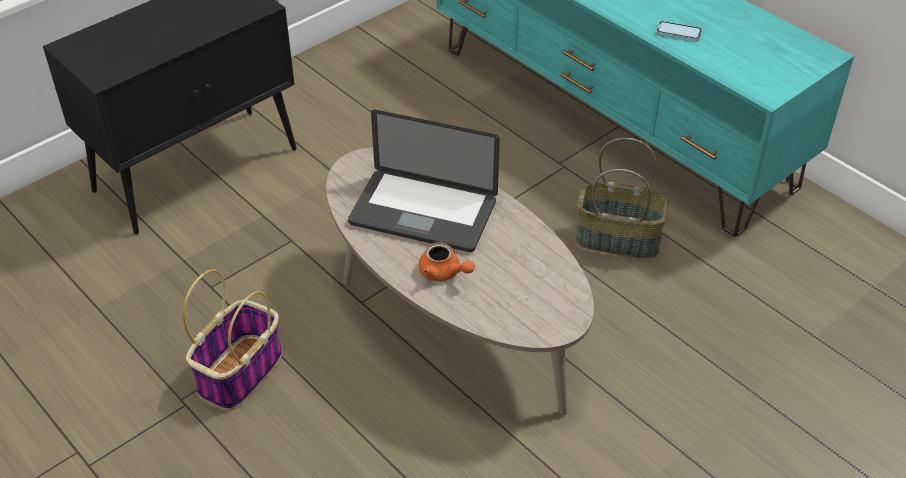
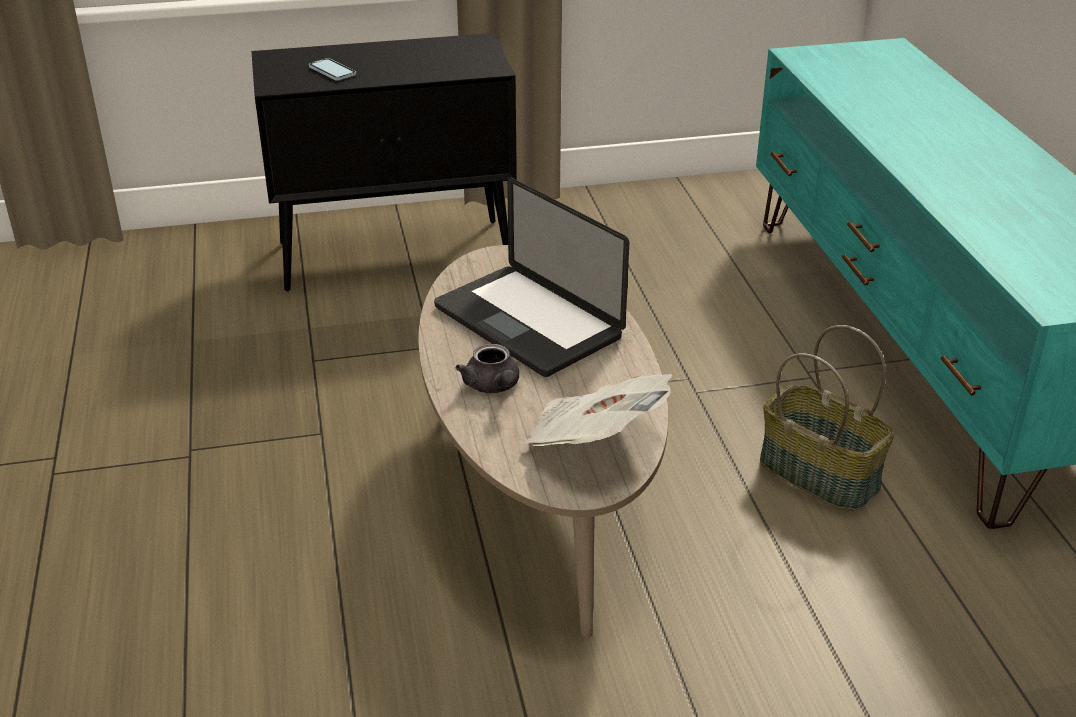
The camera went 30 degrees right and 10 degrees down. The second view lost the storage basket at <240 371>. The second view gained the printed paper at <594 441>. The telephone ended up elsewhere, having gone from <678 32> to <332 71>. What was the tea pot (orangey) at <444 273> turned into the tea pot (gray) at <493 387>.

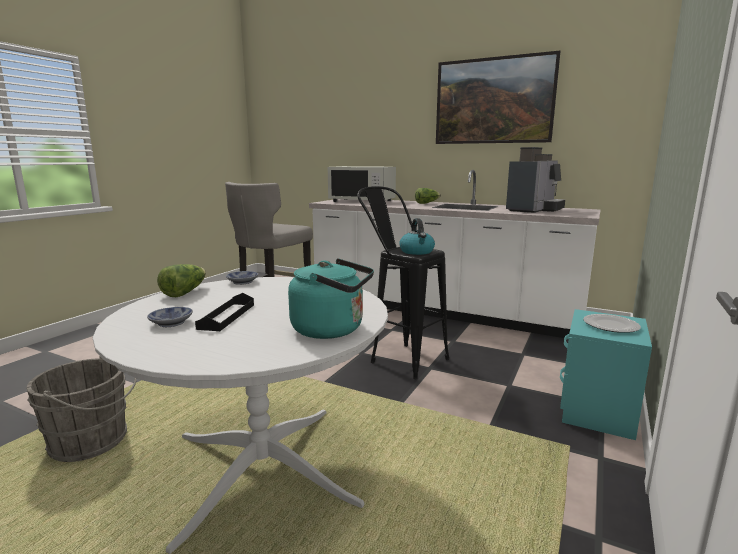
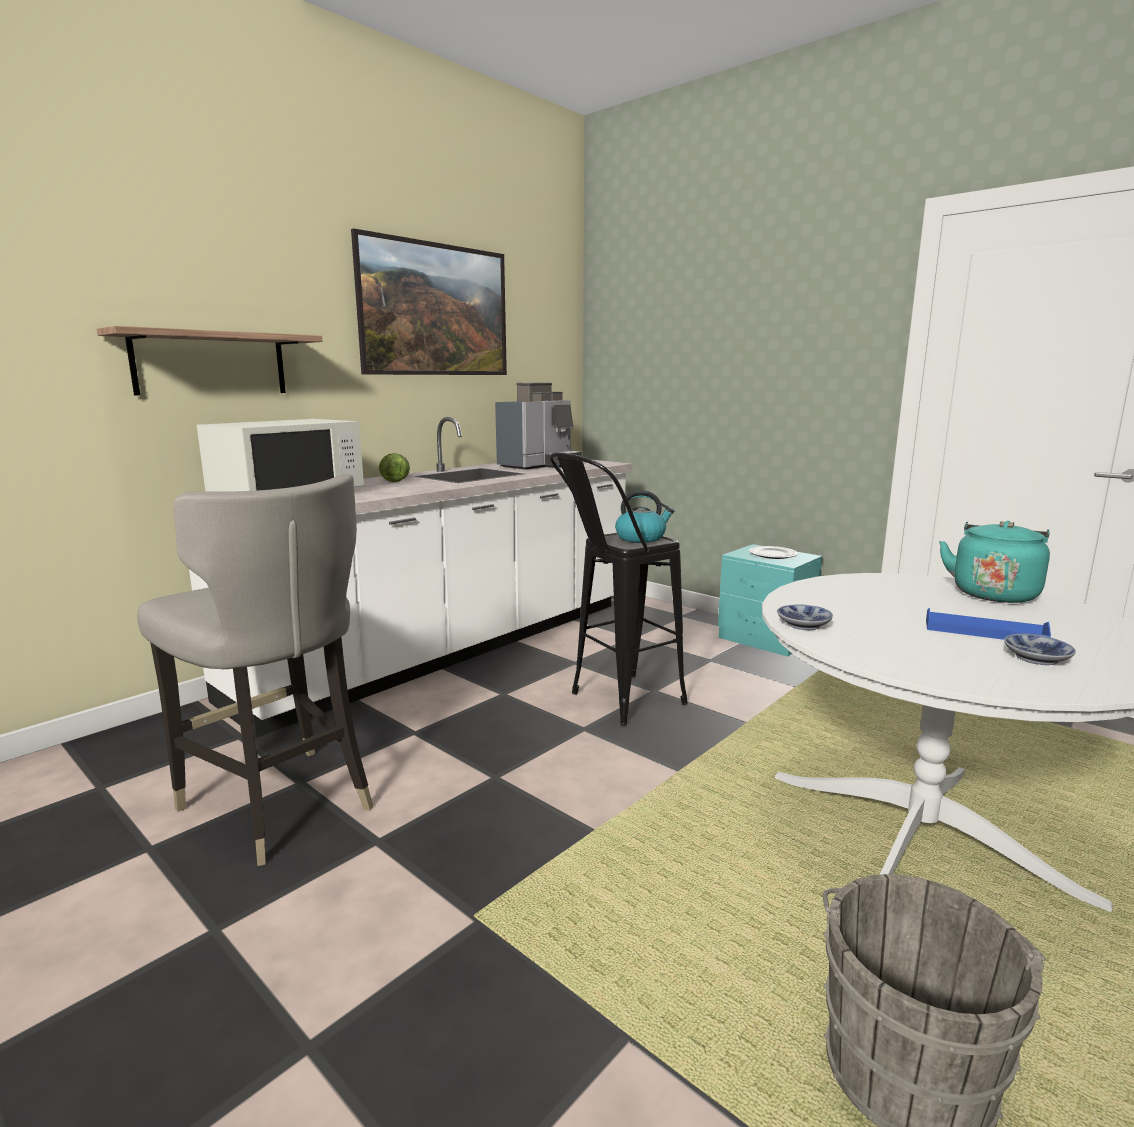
The camera went 75 degrees left and 0 degrees up. The second view lost the lettuce head at <184 292>. The second view gained the shelf at <211 364>. What was the carrying tray (blackish) at <227 316> turned into the carrying tray (blue-coloured) at <984 632>. The coffee brewer at <534 210> ended up facing another way, 75 degrees clockwise from before.

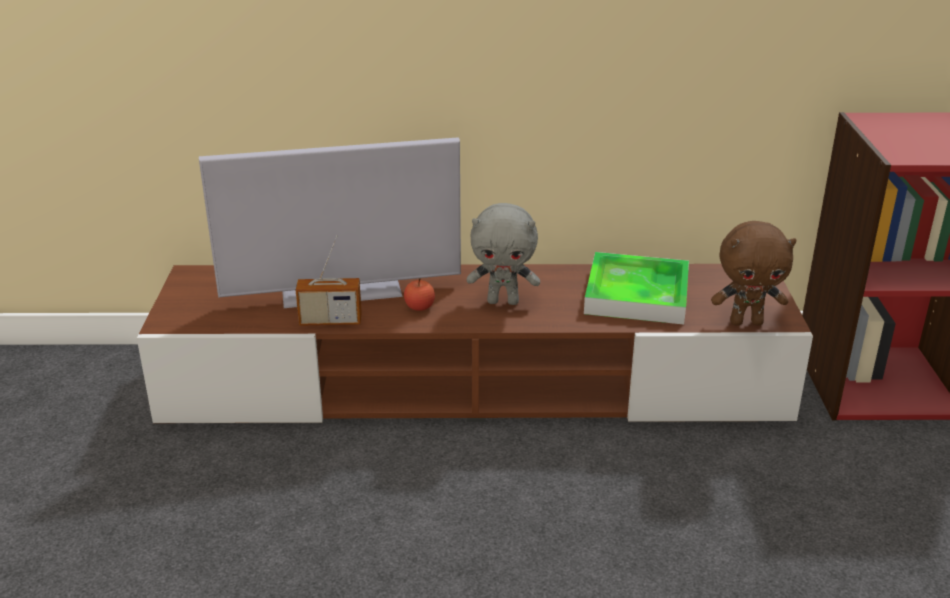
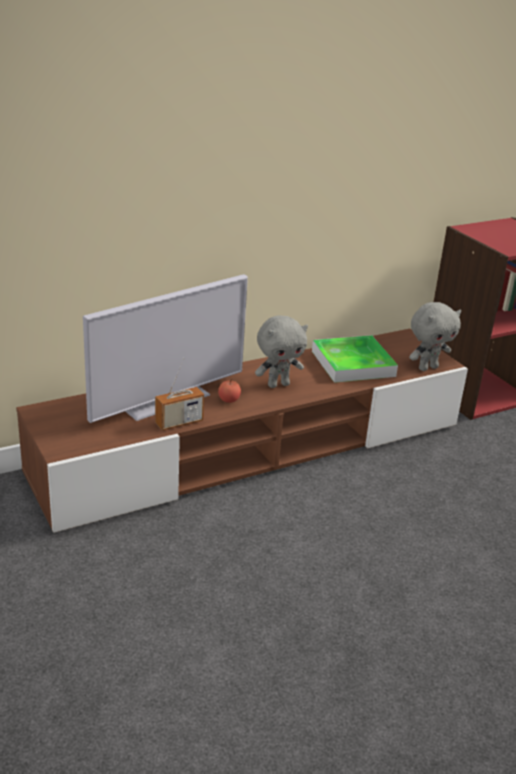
The camera went 30 degrees left and 0 degrees up. What was the soft toy (brown-coloured) at <746 322> turned into the soft toy (gray) at <427 367>.

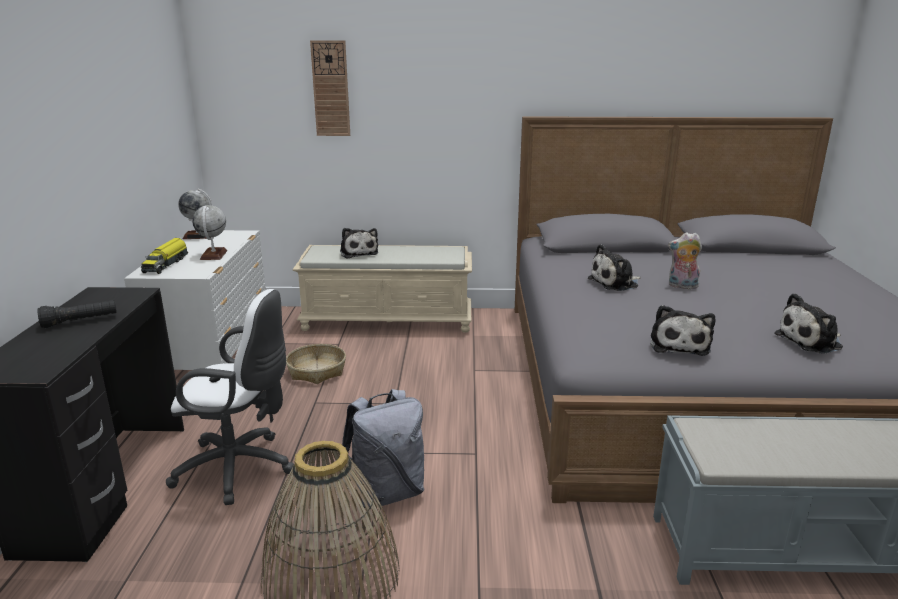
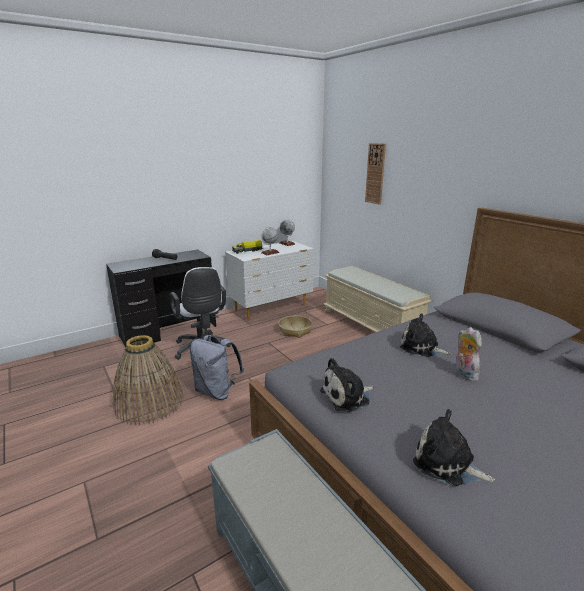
The camera went 55 degrees right and 0 degrees up. The second view lost the soft toy at <358 253>.

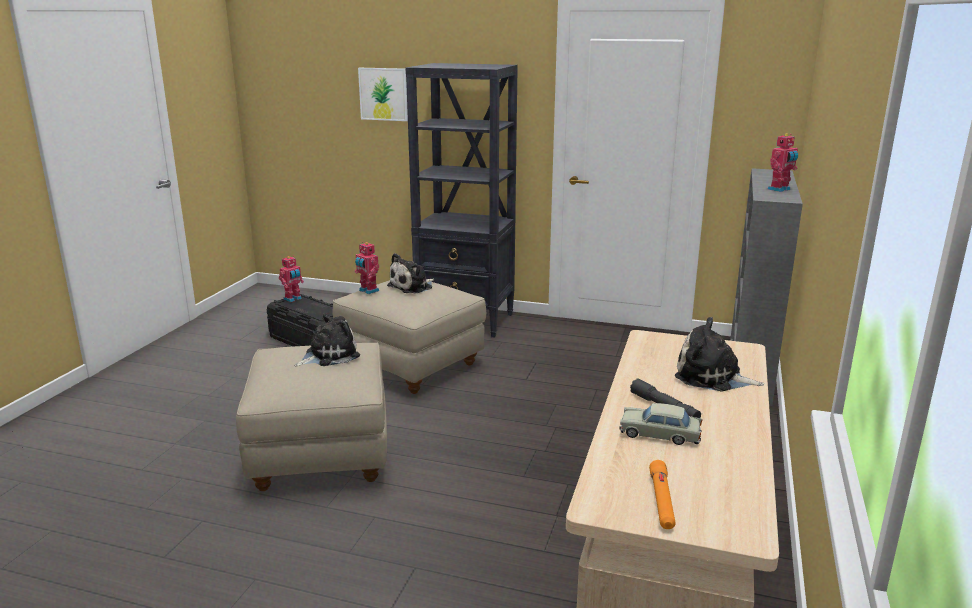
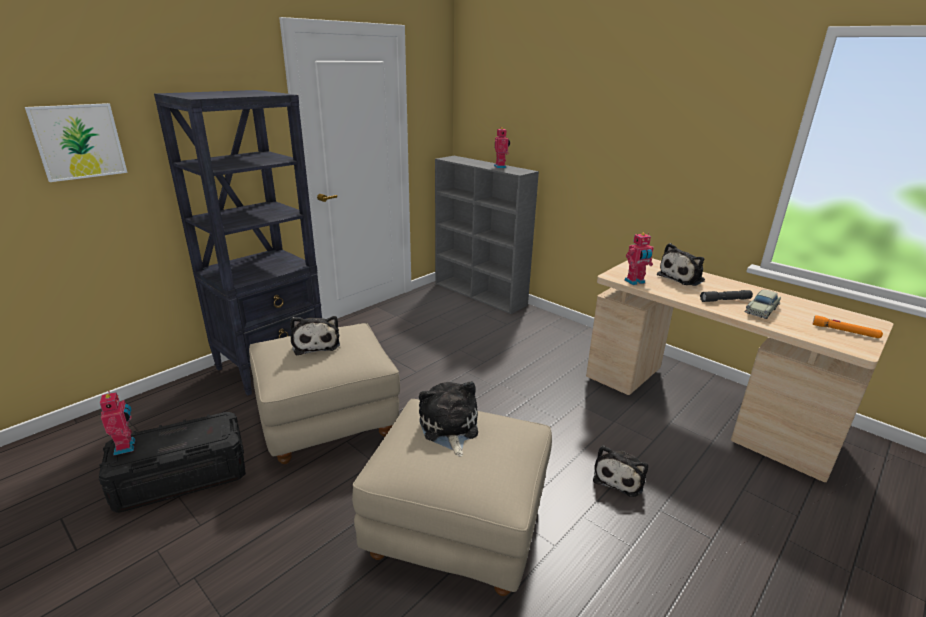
The camera went 65 degrees left and 5 degrees up. The second view gained the soft toy at <619 477>. The toy robot ended up elsewhere, having gone from <368 291> to <635 282>.

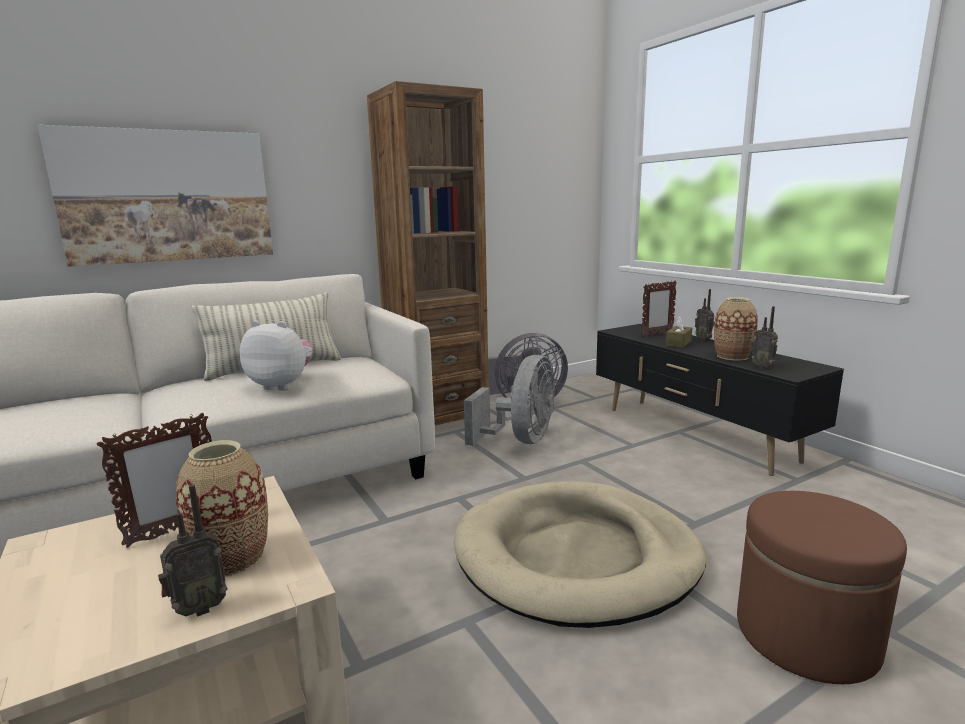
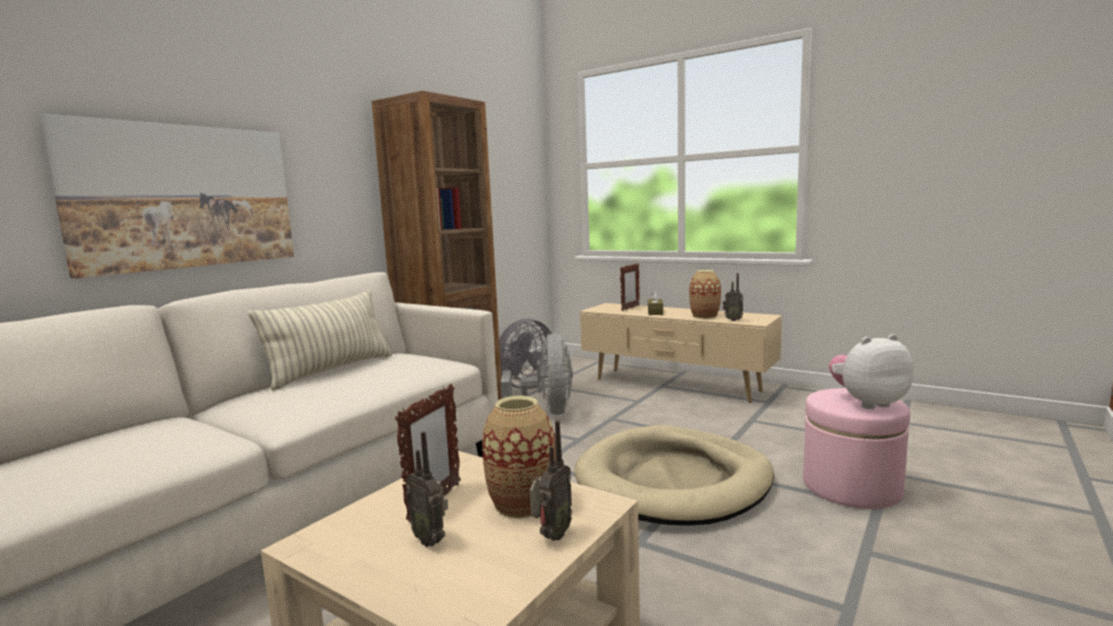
The camera went 25 degrees left and 5 degrees down. The soft toy ended up elsewhere, having gone from <282 385> to <868 403>. The radio ended up elsewhere, having gone from <704 340> to <431 540>. What was the tv unit (blackish) at <695 434> turned into the tv unit (beige) at <676 385>. What was the footrest (brown-coloured) at <806 635> turned into the footrest (pinkish) at <851 487>.

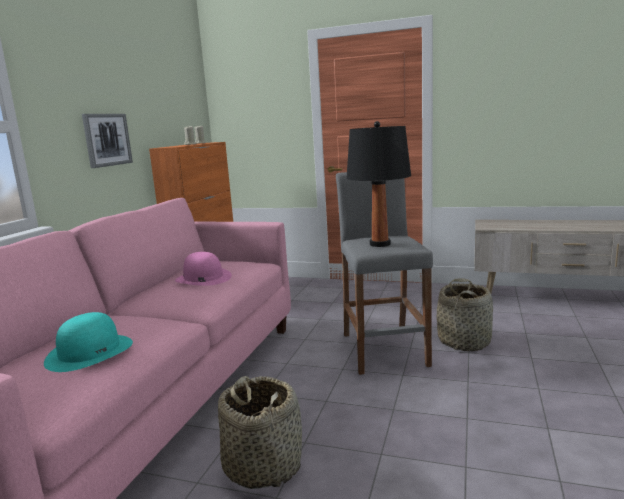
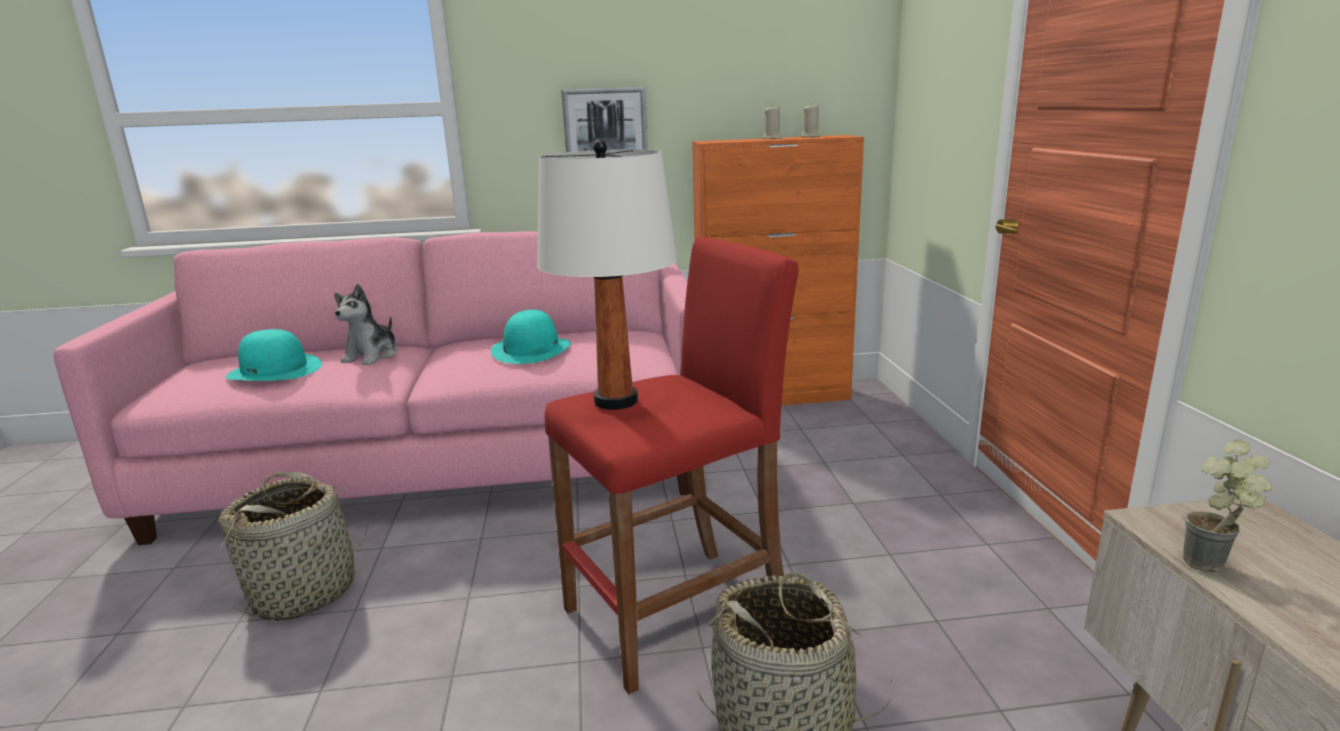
The camera went 65 degrees right and 5 degrees up. The second view gained the soft toy at <372 356>. The second view gained the potted plant at <1215 569>. What was the clothing hat (pinkish) at <203 278> turned into the clothing hat (blue-green) at <531 349>. What was the stool seat (gray) at <384 349> turned into the stool seat (red-coloured) at <677 614>. What was the table lamp (blackish) at <380 244> turned into the table lamp (whitish) at <616 401>.

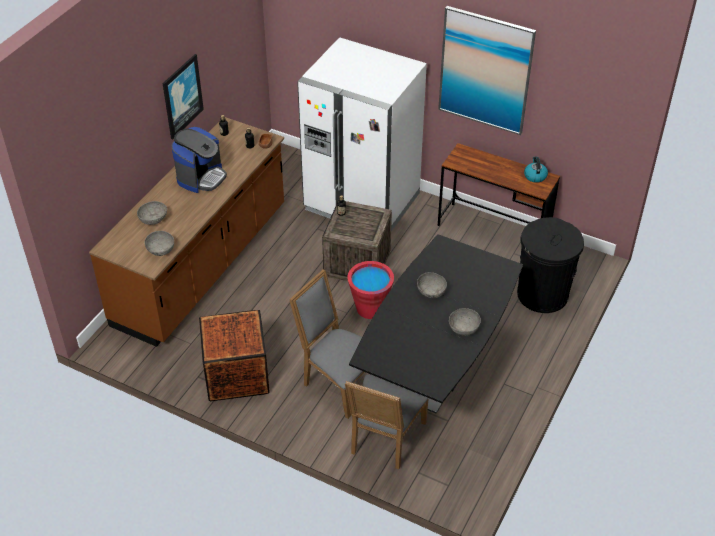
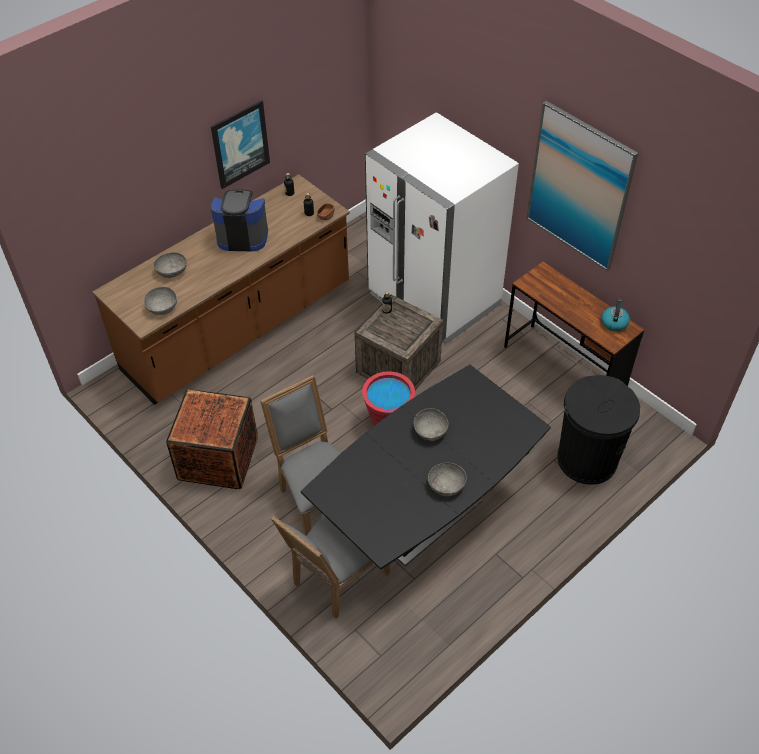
The camera went 20 degrees right and 5 degrees up. The coffee brewer at <201 177> ended up facing another way, 135 degrees counterclockwise from before.

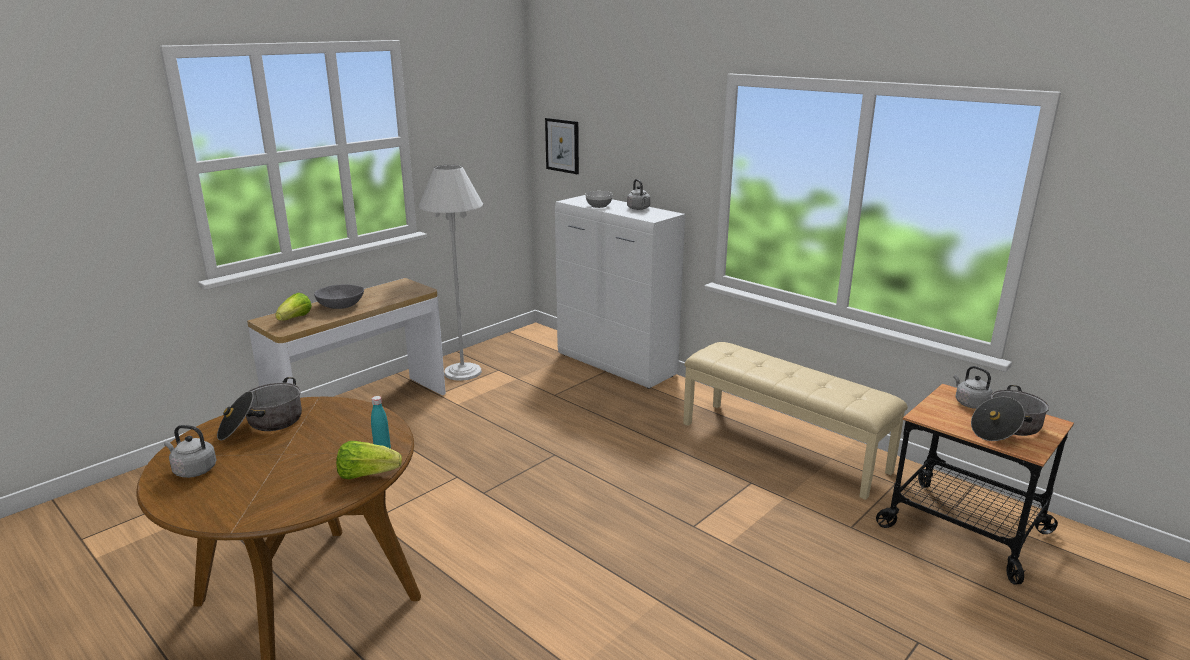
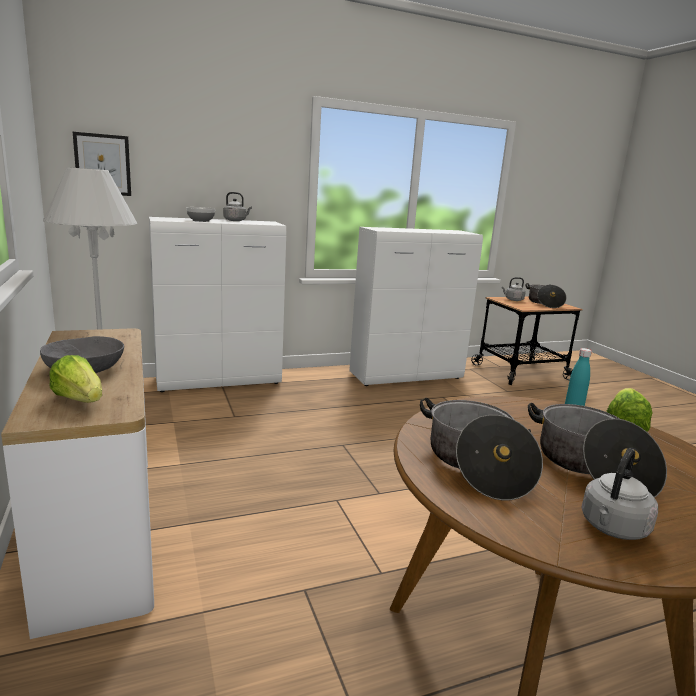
The camera went 65 degrees left and 5 degrees down. The second view gained the cooking pot at <590 468>. Where the long seat (beige) stood at <783 446>, the storage cabinet (whitish) came to stand at <407 376>.

